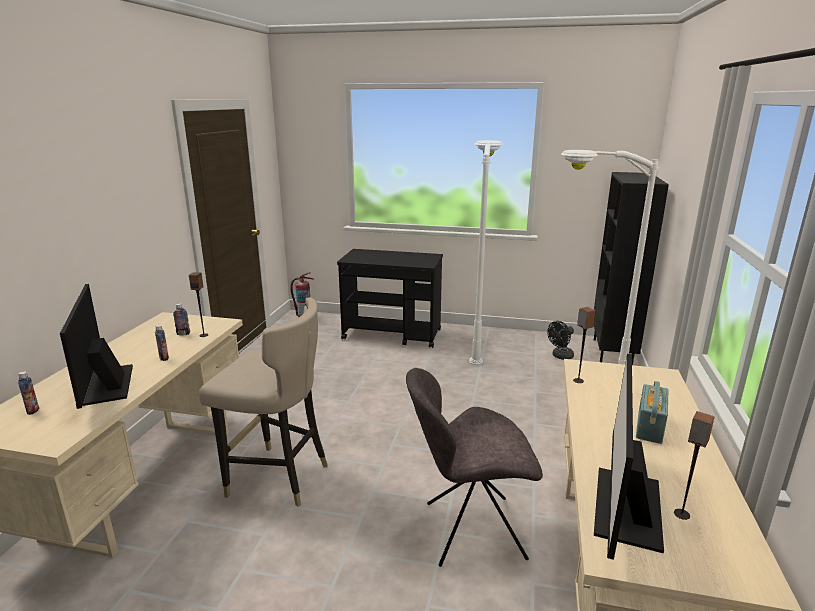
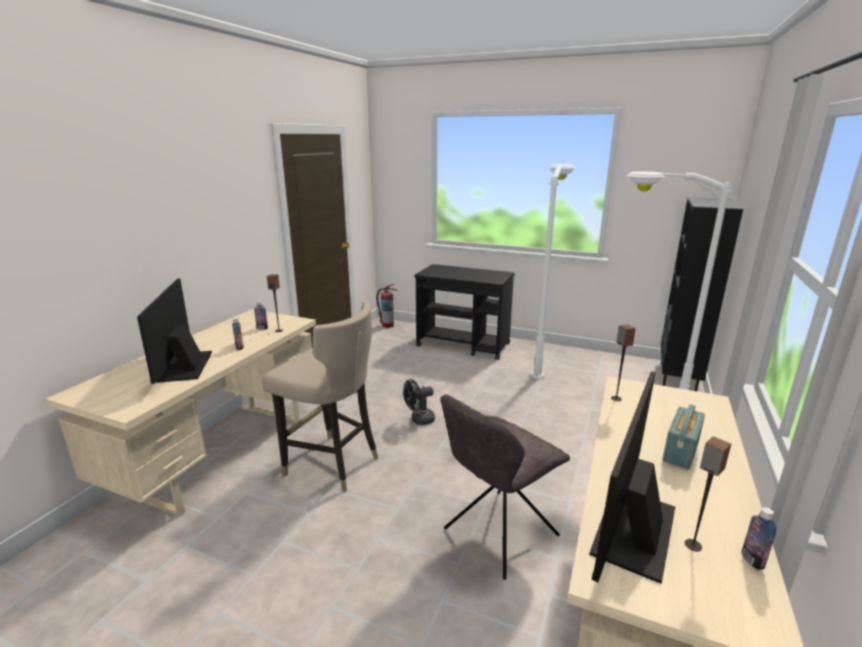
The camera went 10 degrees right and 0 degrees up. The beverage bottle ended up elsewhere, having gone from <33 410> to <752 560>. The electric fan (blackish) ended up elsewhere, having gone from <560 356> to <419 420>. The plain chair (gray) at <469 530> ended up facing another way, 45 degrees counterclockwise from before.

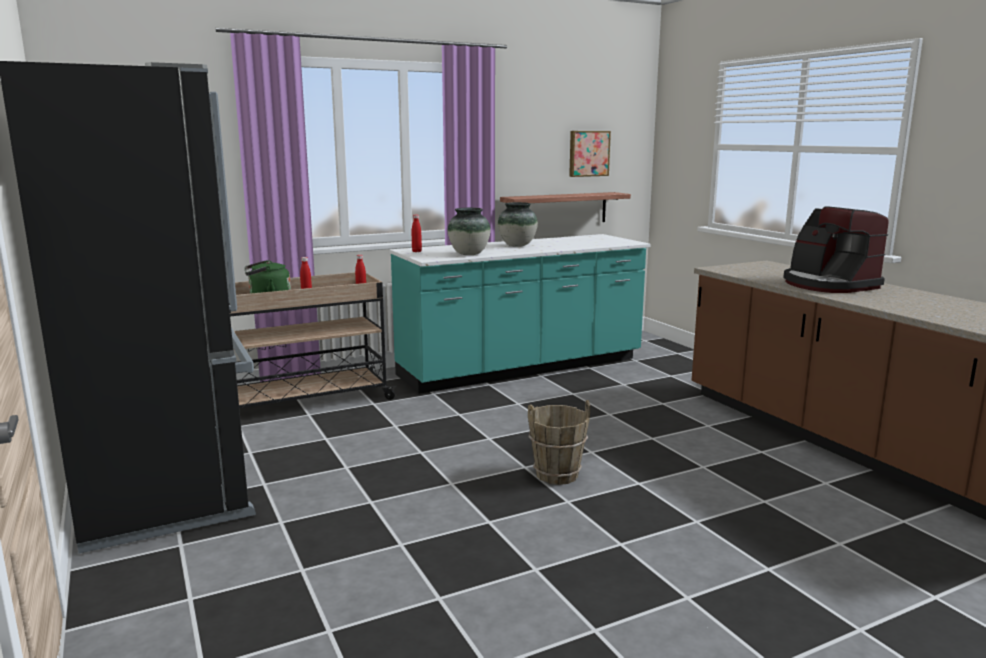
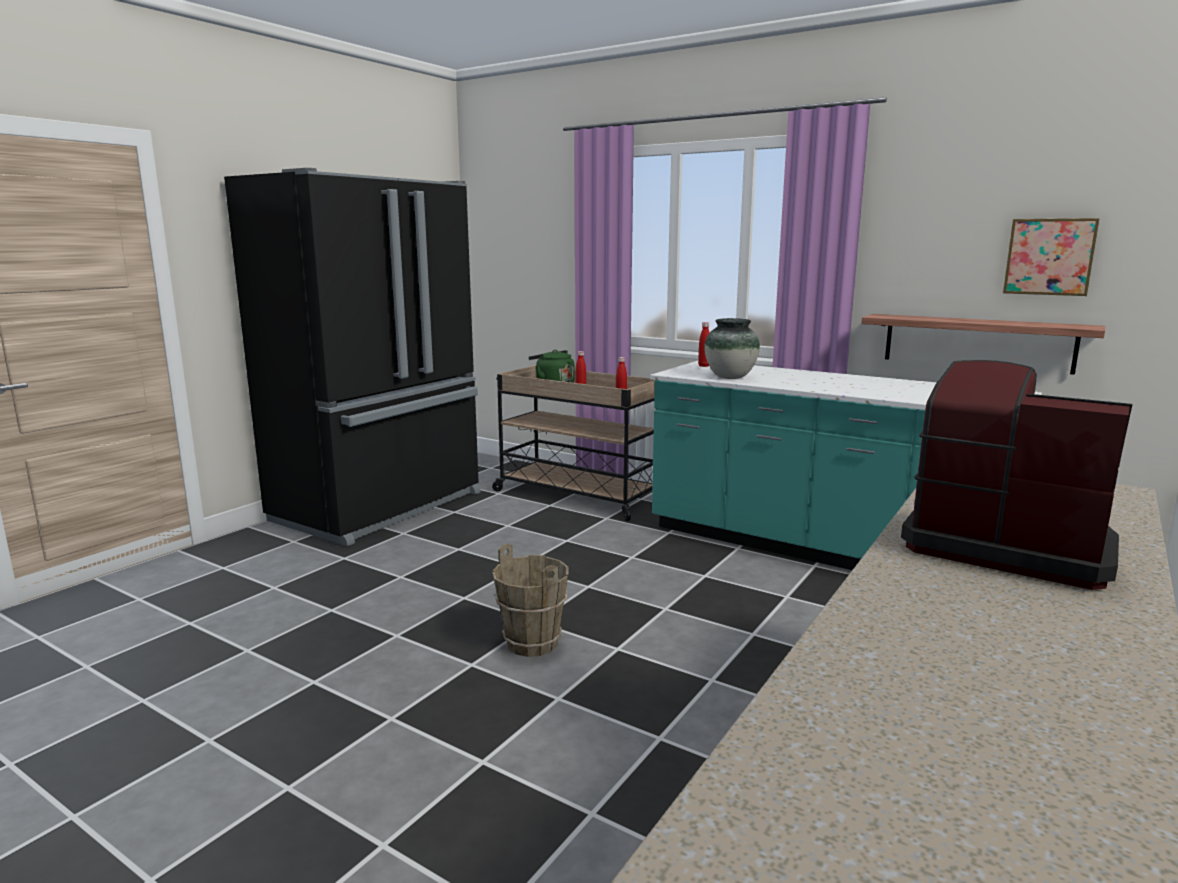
The camera went 60 degrees right and 0 degrees up. The second view lost the flower vase at <517 245>. The coffee brewer at <828 285> ended up facing another way, 90 degrees clockwise from before.

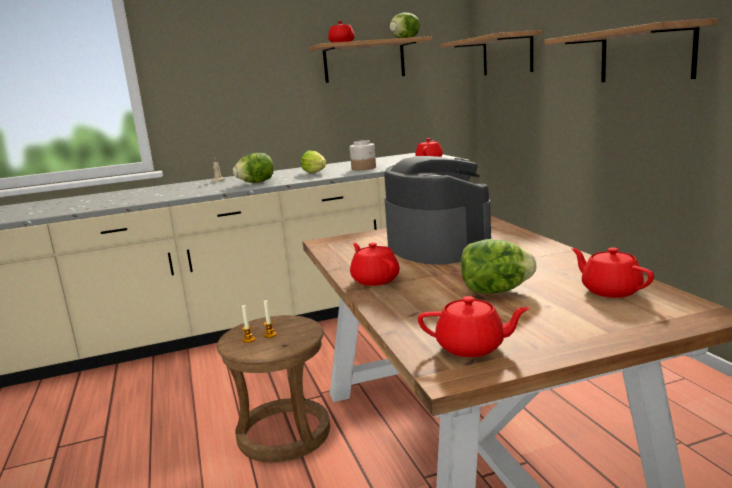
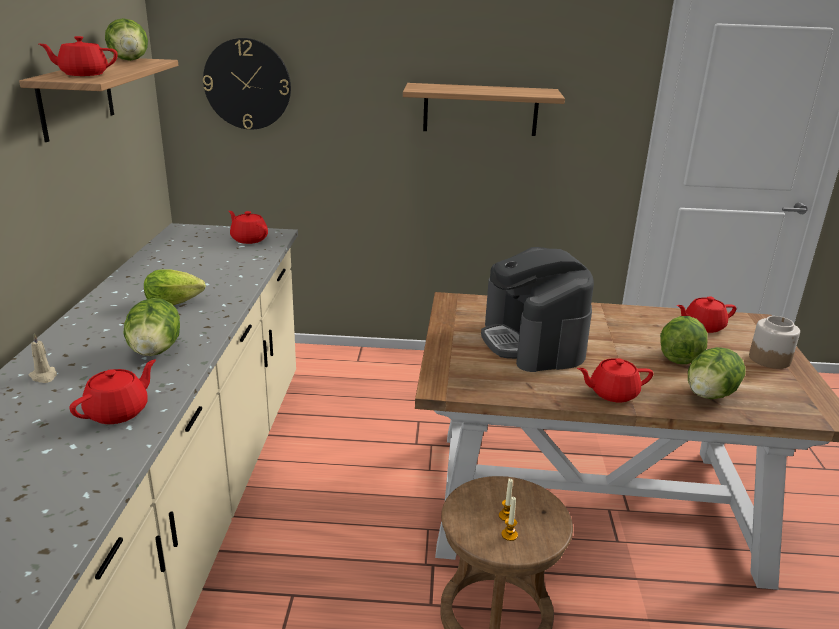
The camera went 70 degrees left and 10 degrees up. The second view gained the lettuce head at <709 395>. The jar ended up elsewhere, having gone from <364 168> to <769 359>. The tea pot (red-coloured) ended up elsewhere, having gone from <472 347> to <119 412>. Where the shelf hung at <507 55>, the wall clock came to hang at <247 84>. The coffee brewer at <436 246> ended up facing another way, 105 degrees counterclockwise from before.

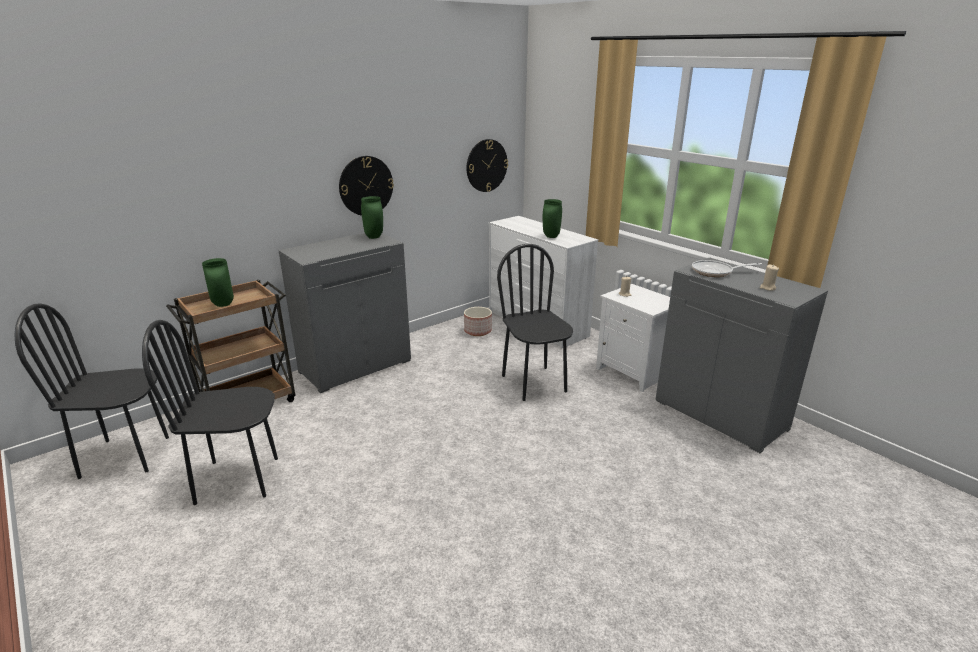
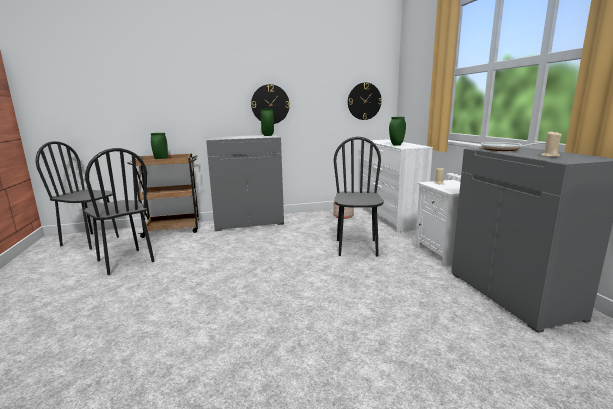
The camera went 25 degrees right and 10 degrees down. The plain chair (blackish) at <238 479> ended up facing another way, 150 degrees counterclockwise from before.

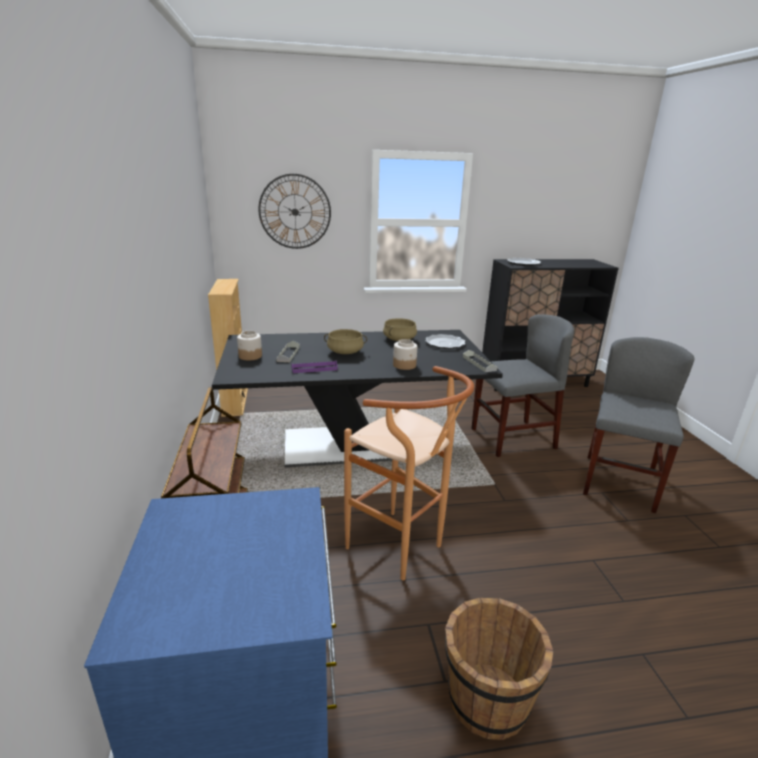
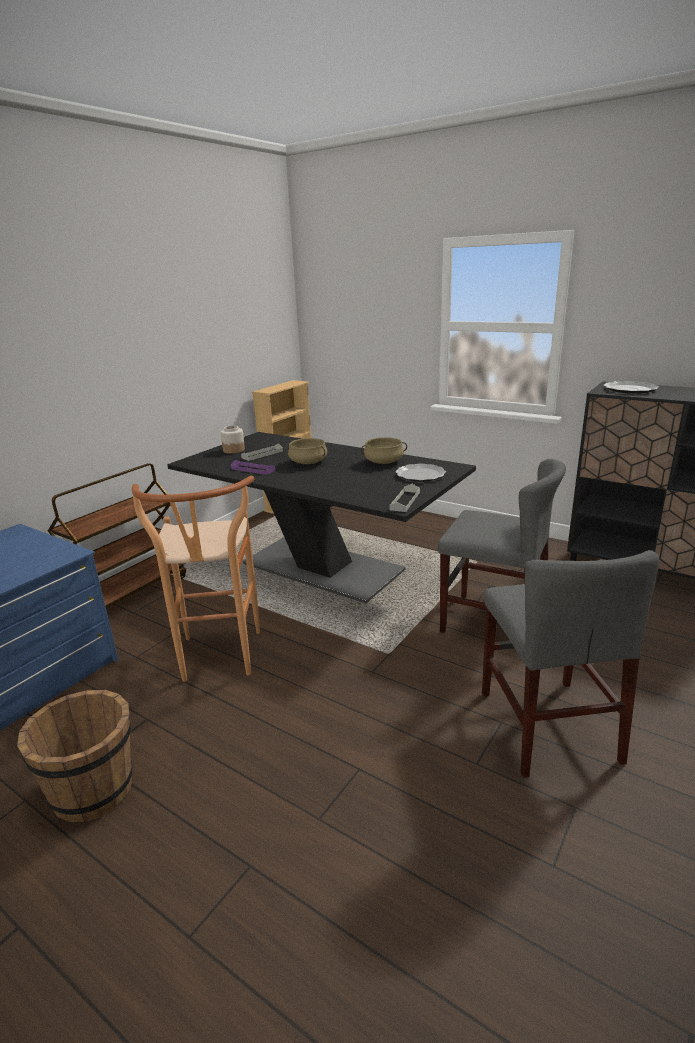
The camera went 45 degrees right and 0 degrees up. The second view lost the wall clock at <295 212>. The second view lost the jar at <404 365>. The plain chair (gray) at <619 482> ended up facing another way, 105 degrees clockwise from before.

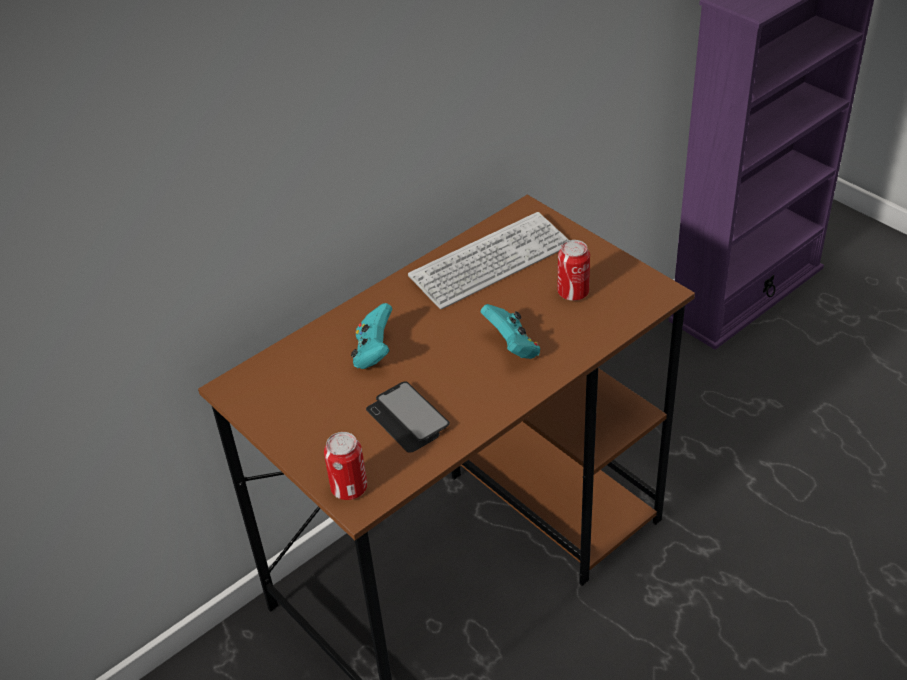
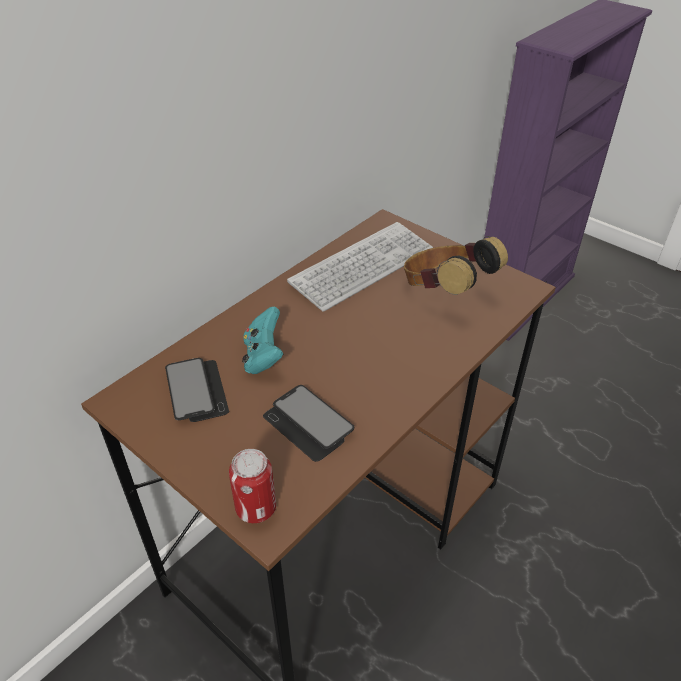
The camera went 10 degrees left and 0 degrees up. The second view lost the game controller (blue-green) at <512 347>. The second view gained the telephone at <196 391>. Where the sealed can stood at <573 293>, the headphones came to stand at <445 291>.

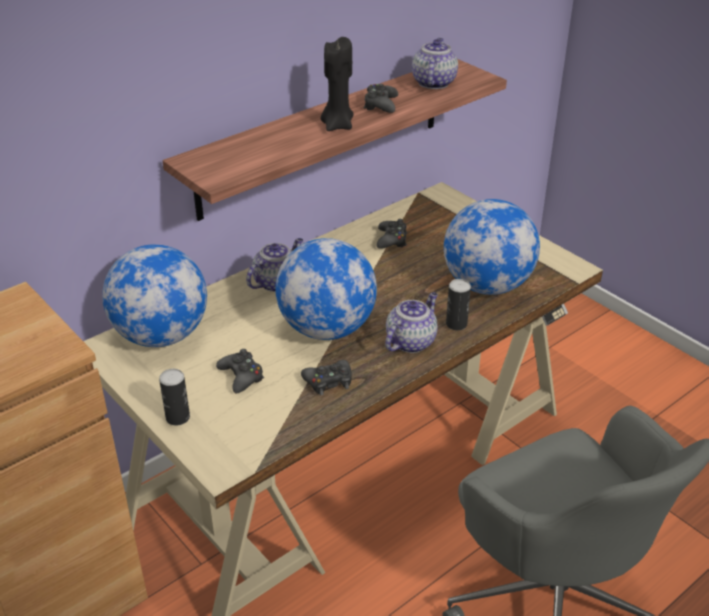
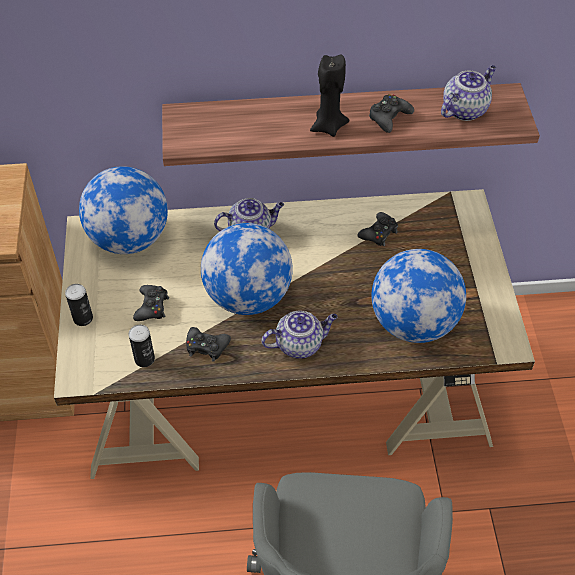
The camera went 35 degrees right and 15 degrees up. The sealed can ended up elsewhere, having gone from <456 324> to <144 359>.

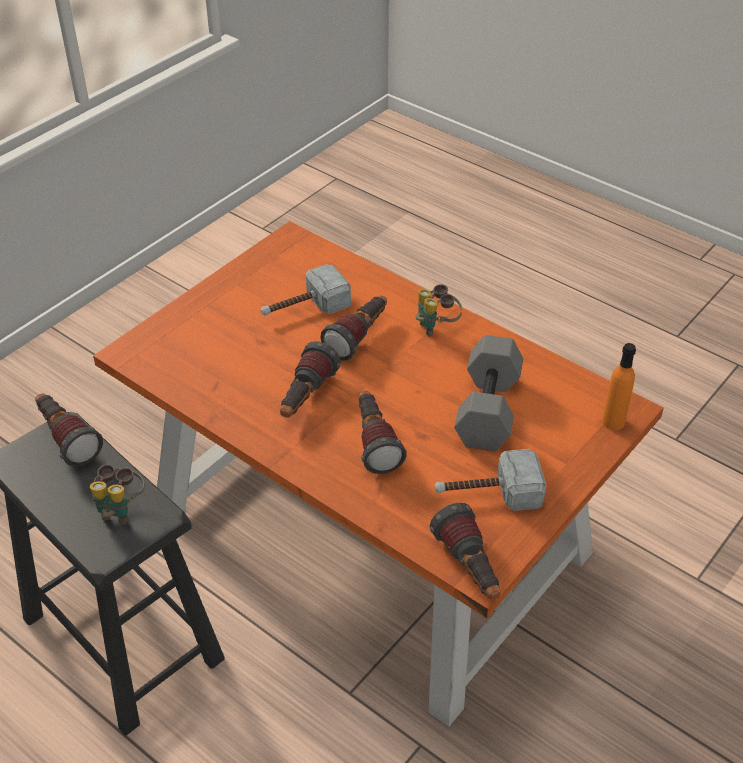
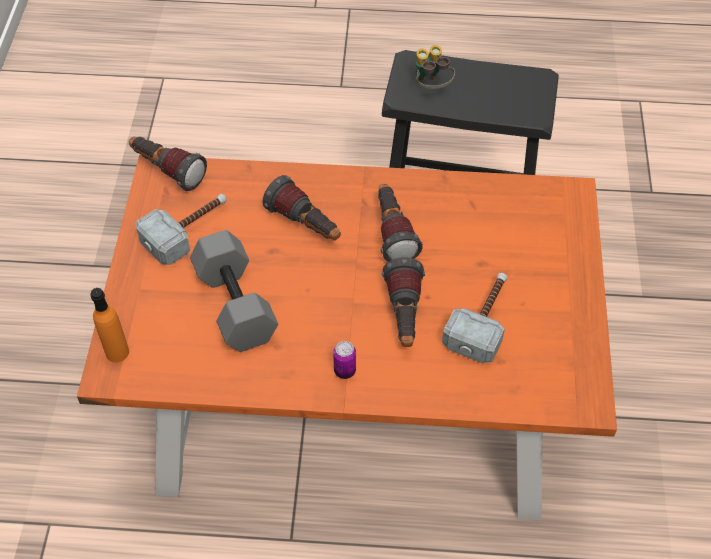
The camera went 145 degrees right and 10 degrees up. The second view lost the flashlight at <66 439>. Where the pair of binoculars stood at <437 326>, the sealed can came to stand at <345 371>.

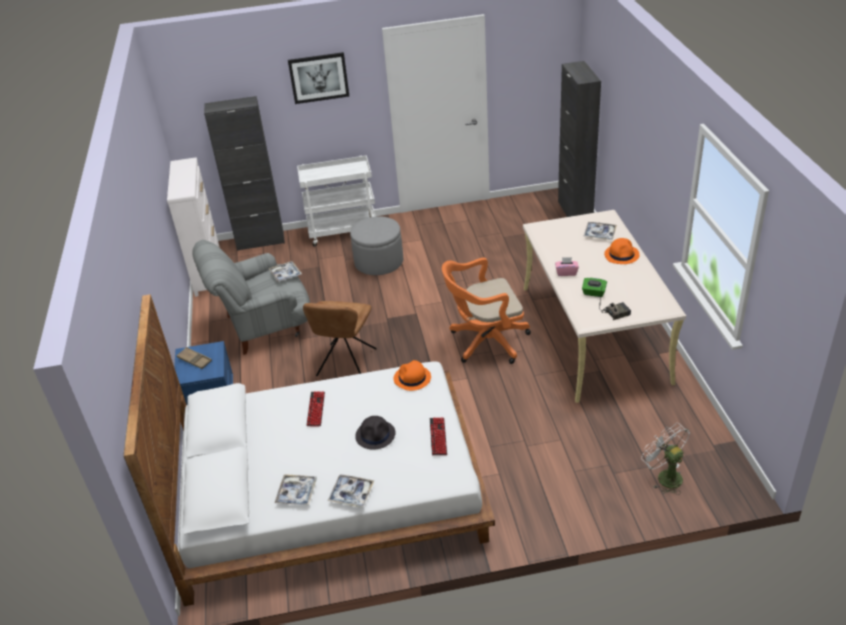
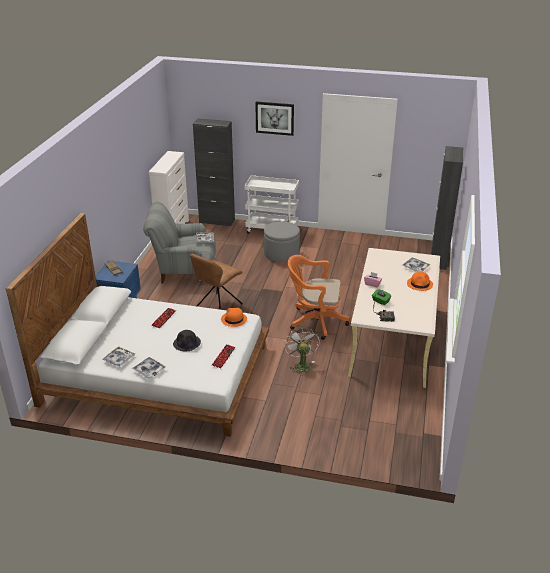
The camera went 20 degrees right and 5 degrees down. The electric fan (whitish) ended up elsewhere, having gone from <664 476> to <301 364>.

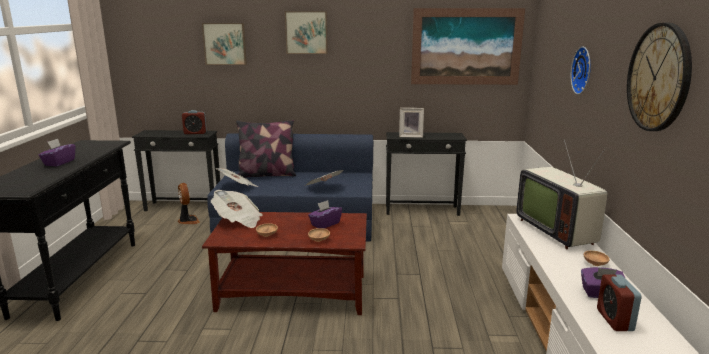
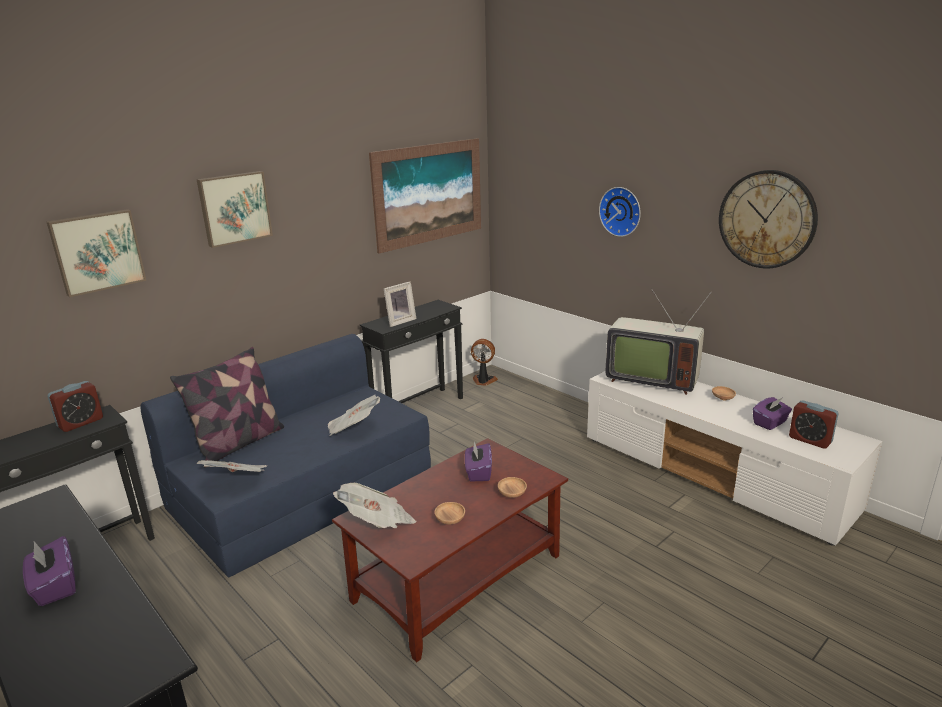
The camera went 45 degrees left and 5 degrees up. The electric fan ended up elsewhere, having gone from <188 221> to <483 381>.

